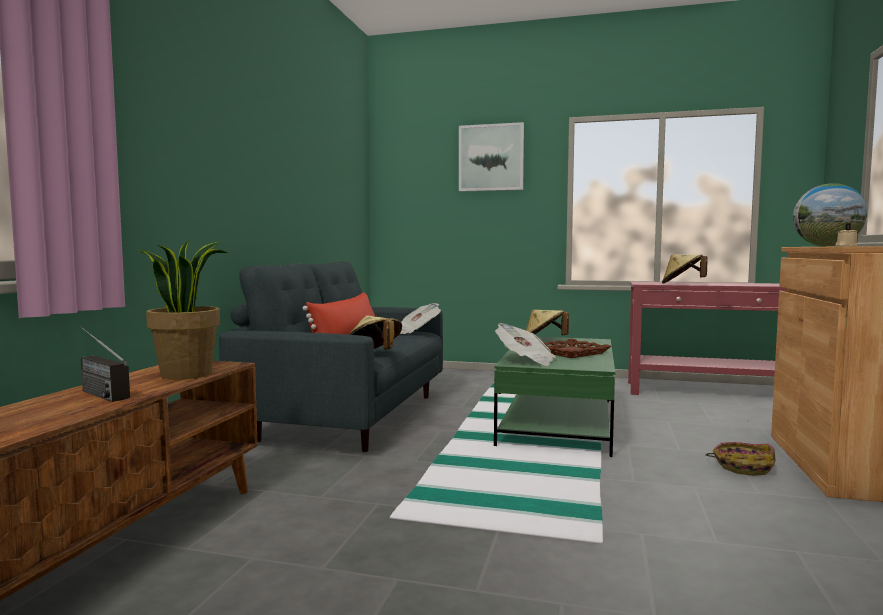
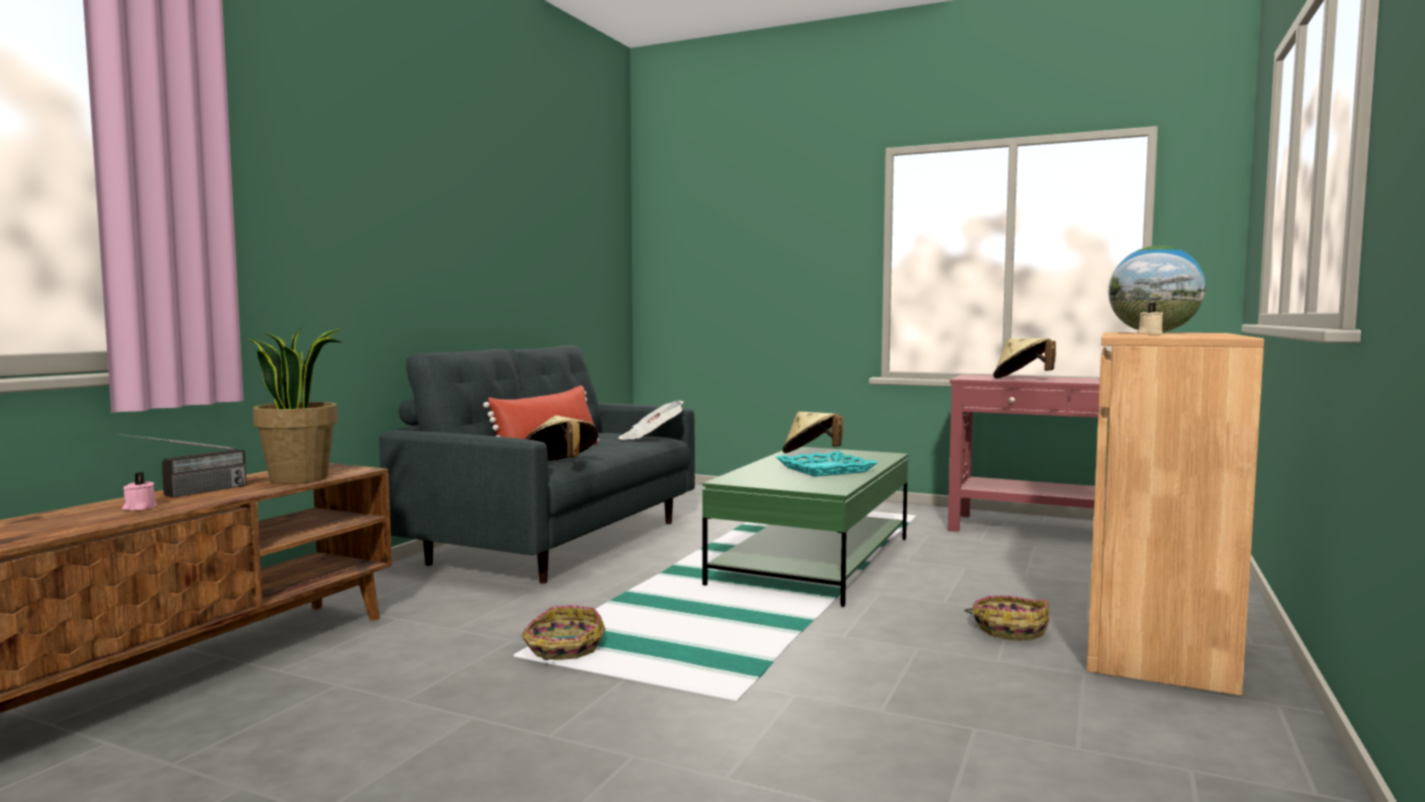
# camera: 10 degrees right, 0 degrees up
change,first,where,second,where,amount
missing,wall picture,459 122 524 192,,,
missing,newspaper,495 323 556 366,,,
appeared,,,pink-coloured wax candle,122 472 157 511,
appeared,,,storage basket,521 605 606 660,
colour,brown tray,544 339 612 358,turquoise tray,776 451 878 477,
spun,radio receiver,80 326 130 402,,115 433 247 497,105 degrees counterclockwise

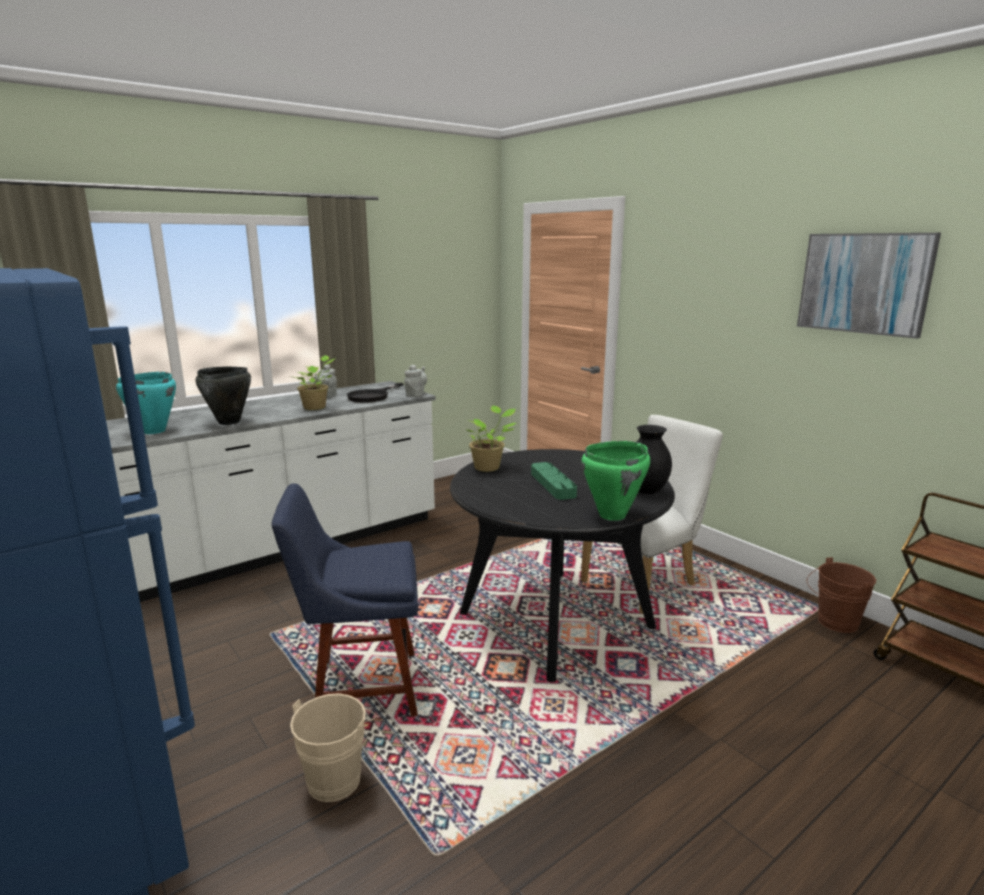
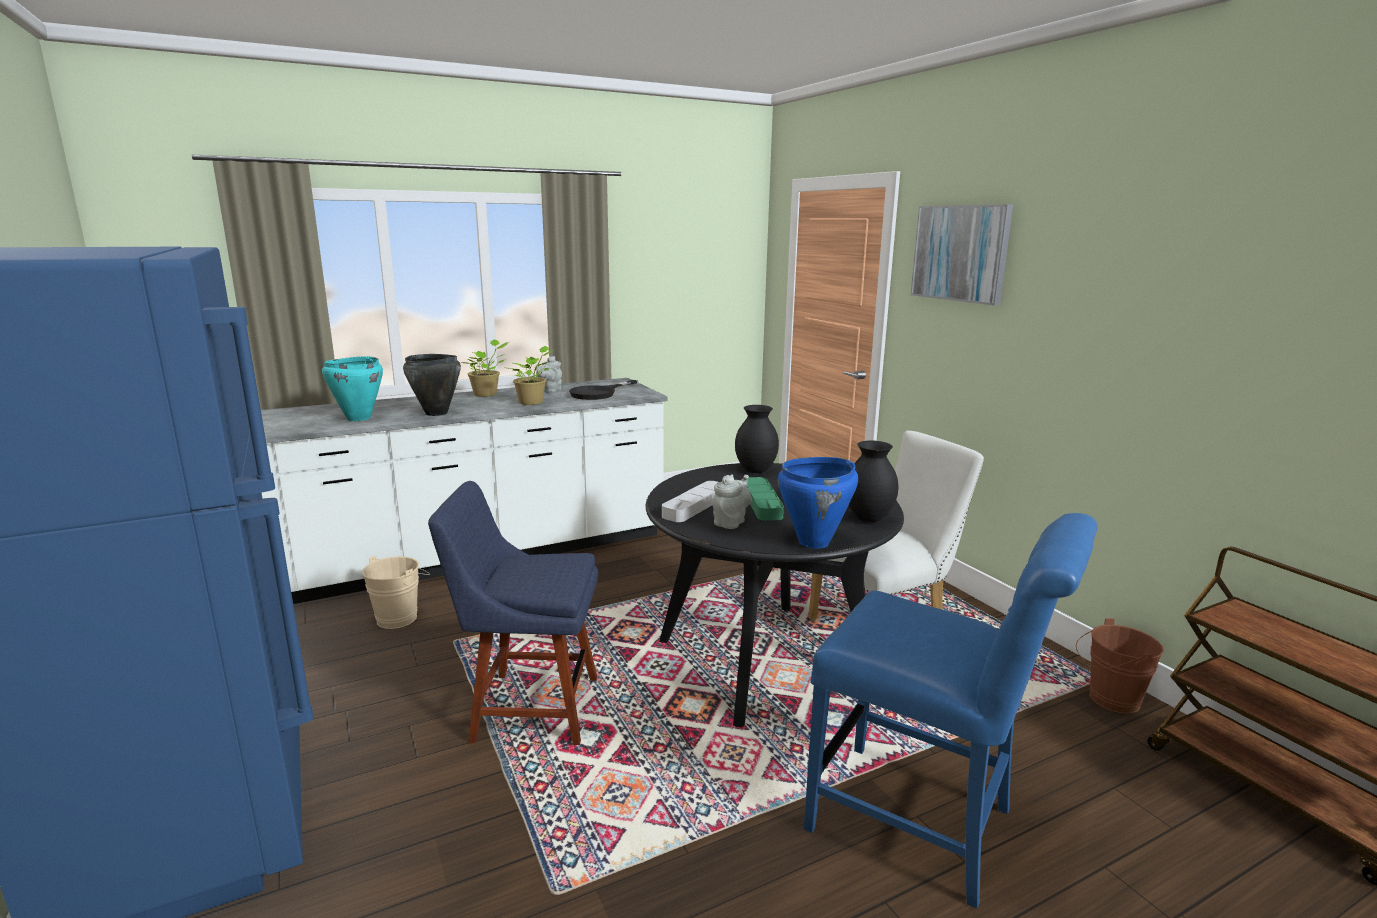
# camera: 10 degrees right, 0 degrees up
change,first,where,second,where,amount
appeared,,,gray tray,662 481 719 522,
appeared,,,black-coloured flower vase,735 405 779 473,
appeared,,,bluish chair,804 513 1097 909,
relocated,beige-coloured water bucket,290 693 376 802,,362 555 430 629,
relocated,gray pot for tea,404 365 427 397,,712 474 751 529,
relocated,potted plant,467 405 517 472,,461 340 509 397,
relocated,wall picture,797 233 941 339,,911 204 1013 306,
colour,green-coloured stockpot,581 441 650 521,bluish stockpot,778 457 858 549,

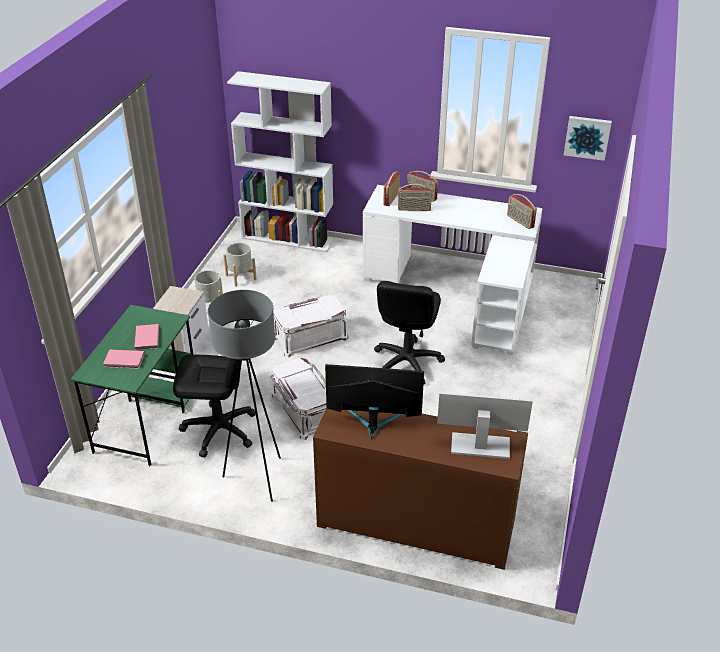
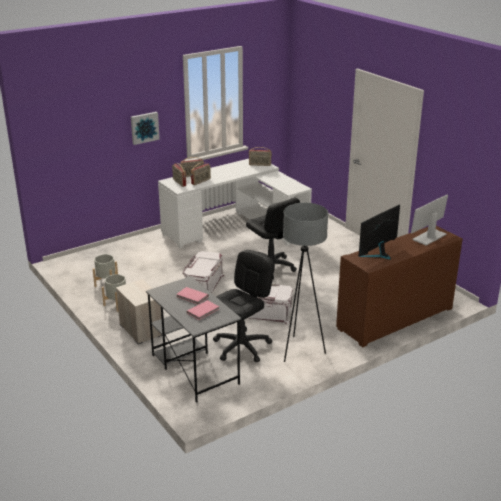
# camera: 50 degrees left, 10 degrees down
change,first,where,second,where,amount
missing,white-coloured bookcase,227 71 334 252,,,
relocated,wall picture,564 116 612 161,,131 112 160 145,
colour,green-coloured desk table,71 305 193 466,gray desk table,146 276 241 402,

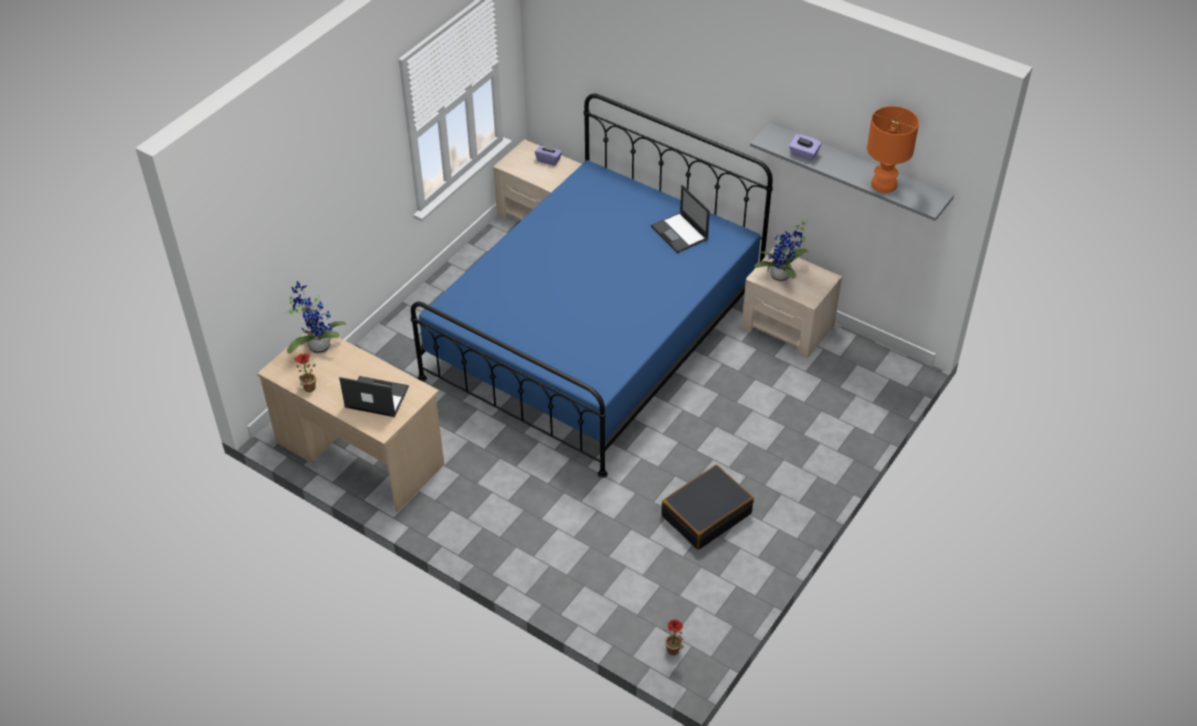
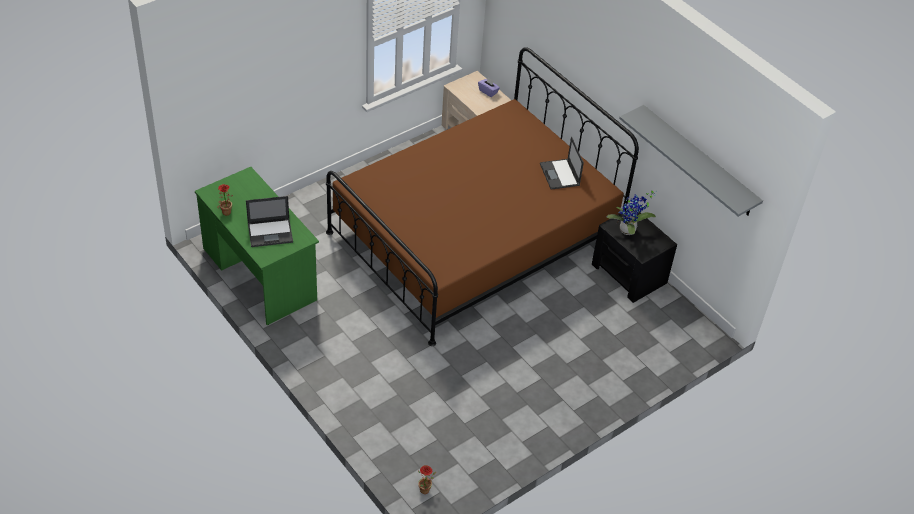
# camera: 15 degrees right, 0 degrees up
change,first,where,second,where,amount
missing,potted plant,285 281 346 354,,,
missing,black-coloured piece of luggage,661 465 754 550,,,
missing,purplish box of tissues,789 134 821 161,,,
missing,orangey lamp for a table,867 106 919 193,,,
colour,beige-coloured desk table,257 328 444 513,green-coloured desk table,195 167 319 325,
colour,bluish bed,411 94 773 478,brown bed,326 47 639 346,
colour,beige-coloured nightstand,741 247 842 358,black-coloured nightstand,592 207 677 303,
spun,portable computer,339 376 409 417,,246 196 293 247,135 degrees clockwise

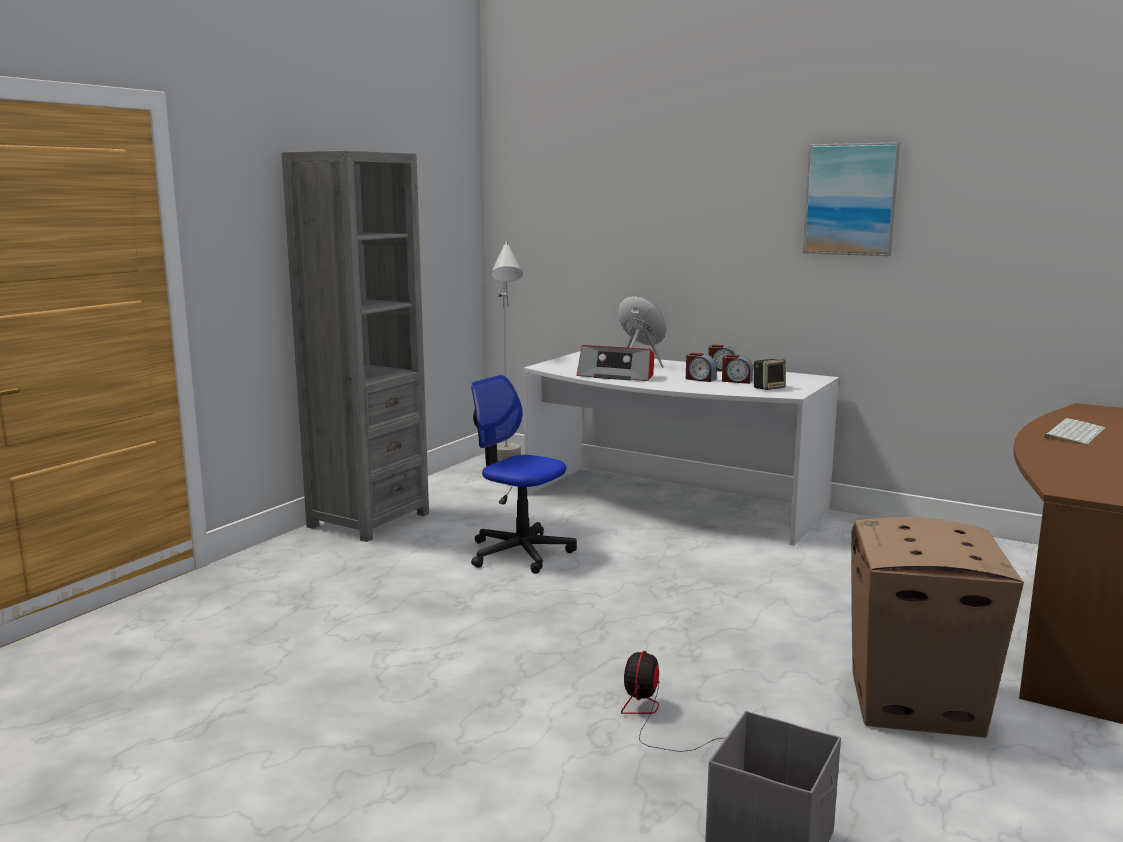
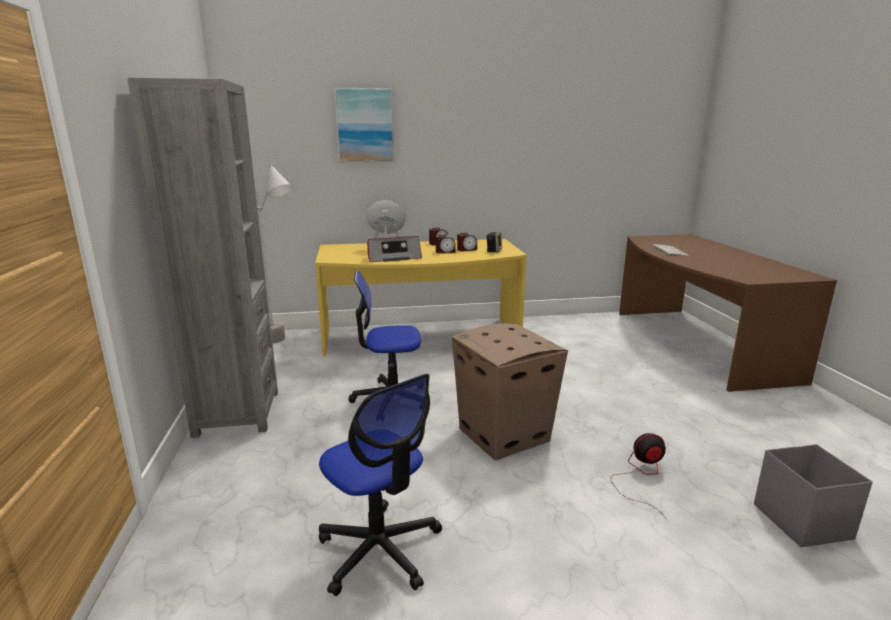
# camera: 40 degrees left, 5 degrees up
change,first,where,second,where,amount
appeared,,,office chair,319 374 442 596,
relocated,wall picture,803 142 900 256,,334 88 394 162,
relocated,cardboard box,851 517 1024 738,,452 323 568 460,
colour,white-coloured desk table,524 351 839 546,yellowish desk table,315 239 527 357,
spun,cooling fan,621 651 723 752,,611 433 667 520,105 degrees clockwise

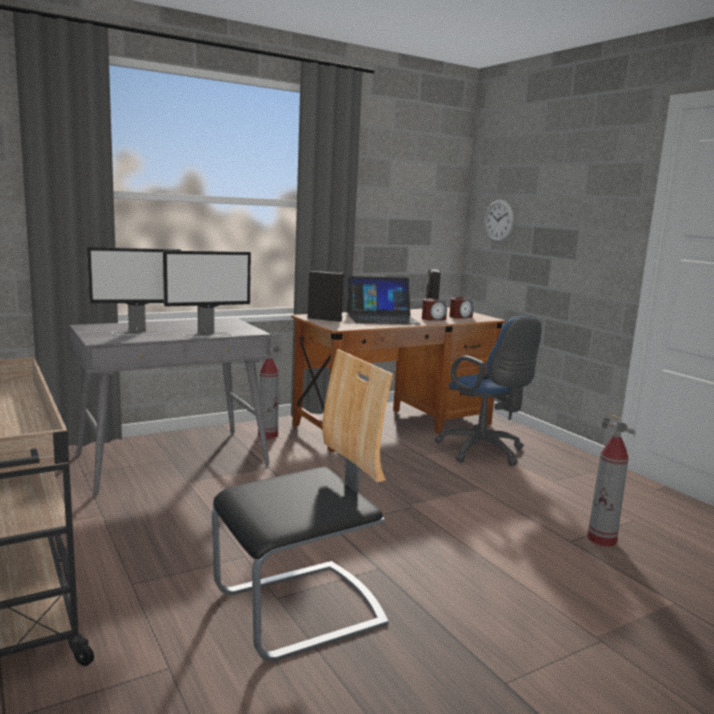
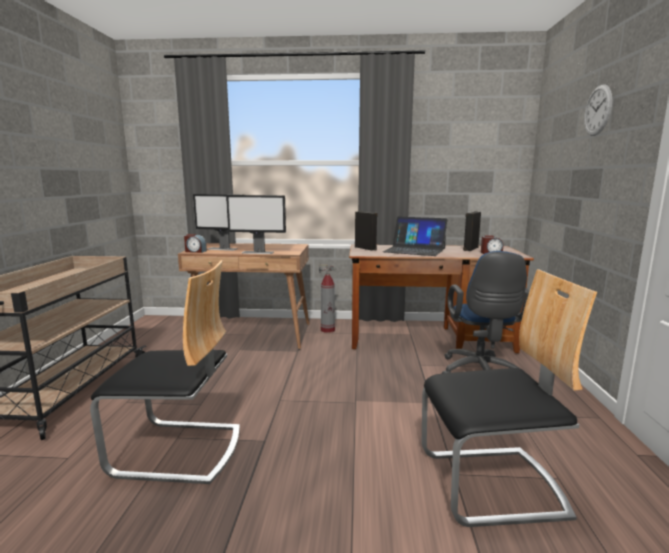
# camera: 35 degrees right, 0 degrees up
change,first,where,second,where,amount
relocated,table clock,422 299 447 320,,184 234 207 253,
relocated,clock on the wall,484 200 514 242,,584 84 612 136,
exchanged,extinguisher,587 413 636 547,chair,422 269 597 527,
colour,gray desk table,69 317 271 495,brown desk table,178 243 309 349,

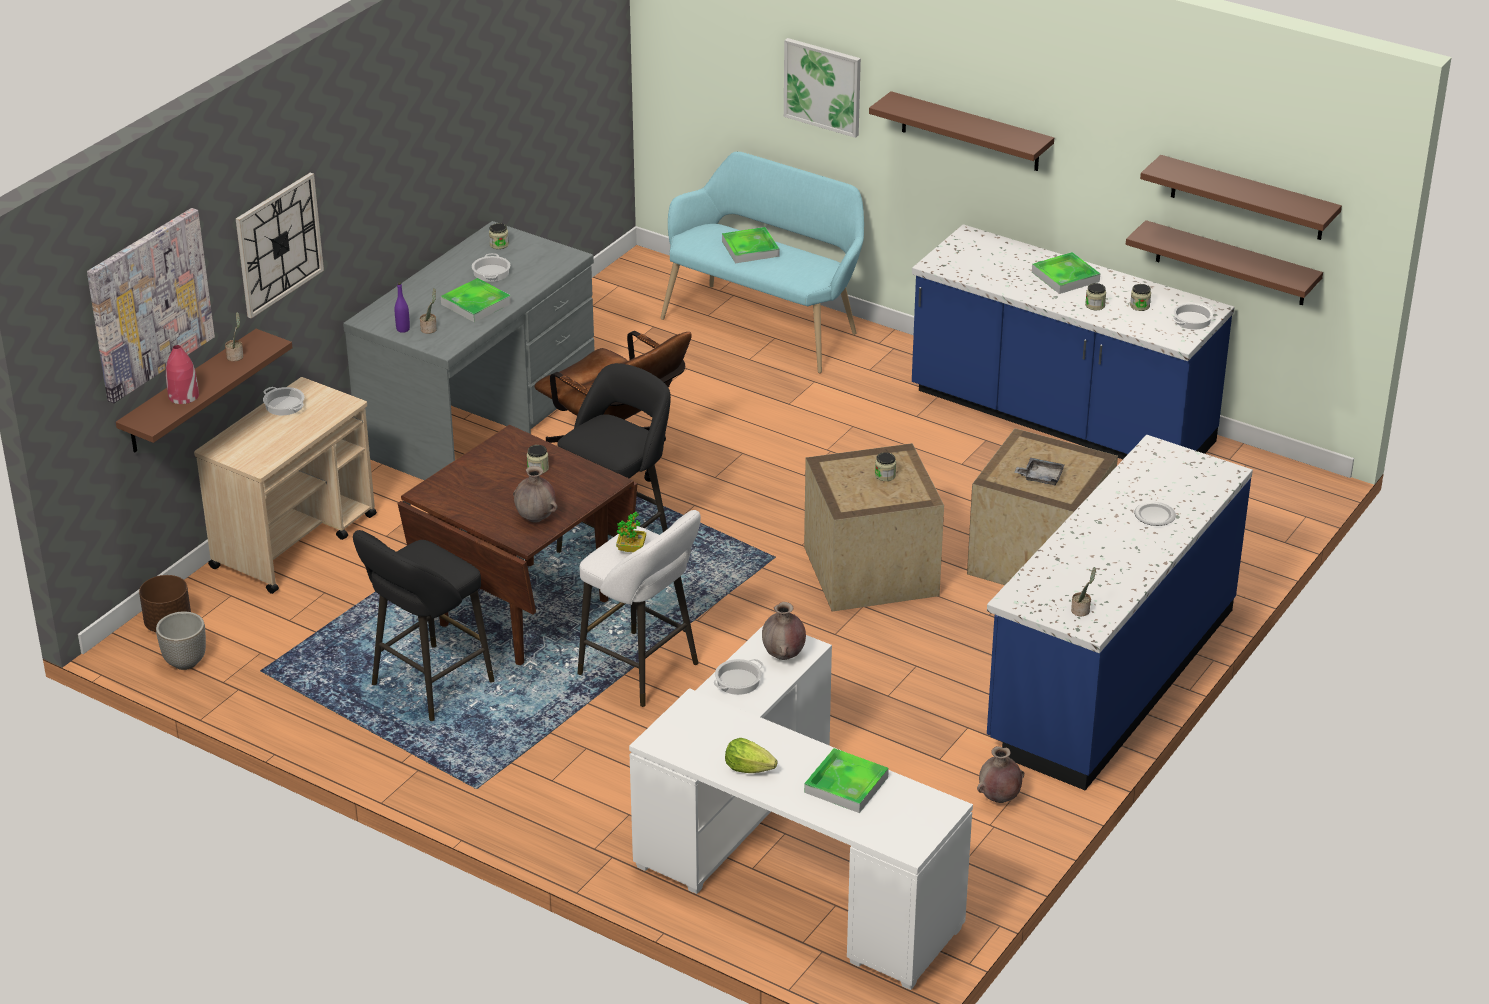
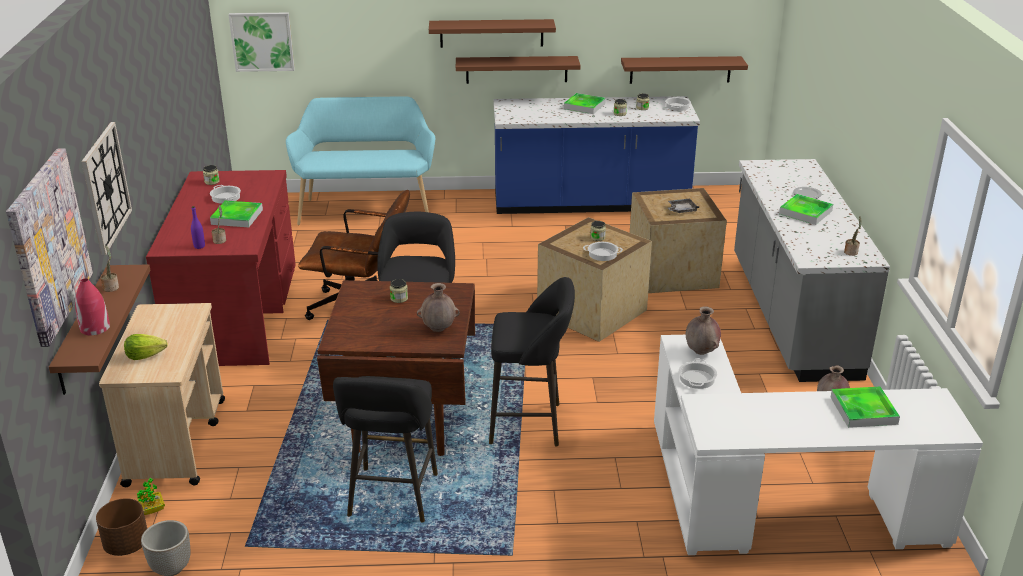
# camera: 35 degrees left, 5 degrees down
change,first,where,second,where,amount
relocated,stockpot,263 387 304 416,,583 242 623 261,
relocated,potted plant,616 512 646 552,,137 478 165 515,
relocated,tray,722 227 780 263,,779 194 833 225,
relocated,lettuce head,725 738 778 773,,124 334 168 360,
relocated,wall picture,784 38 861 138,,228 13 295 72,
relocated,brown bracket shelf,1140 155 1342 240,,456 56 580 84,
colour,gray desk table,343 221 595 480,red-coloured desk table,146 170 296 366,
colour,white-coloured stool seat,577 510 701 707,black-coloured stool seat,489 277 575 446,
colour,bluish counter,987 435 1253 790,gray counter,734 159 890 382,

